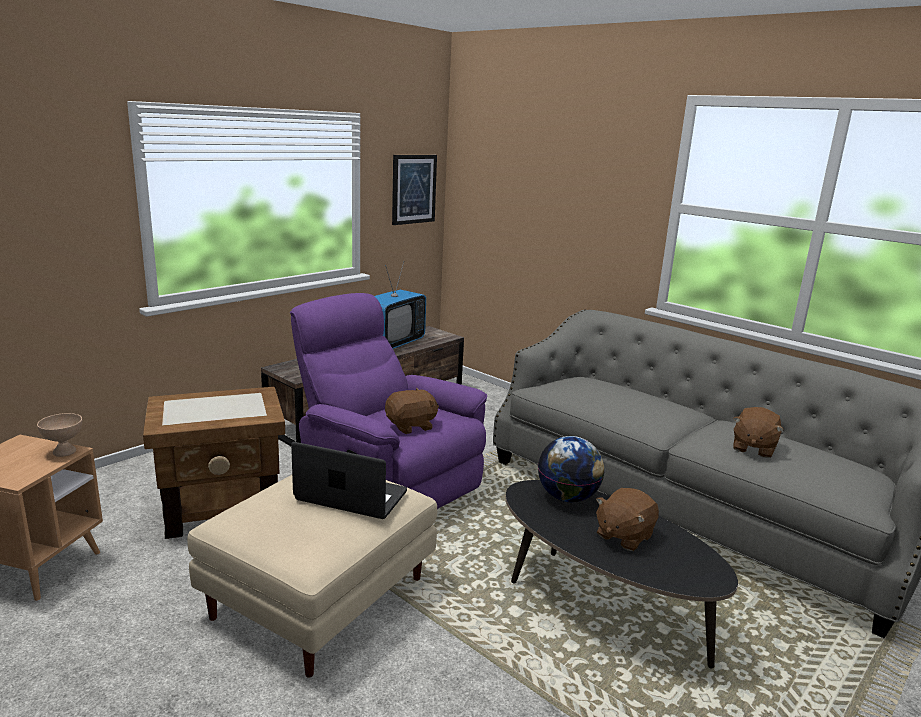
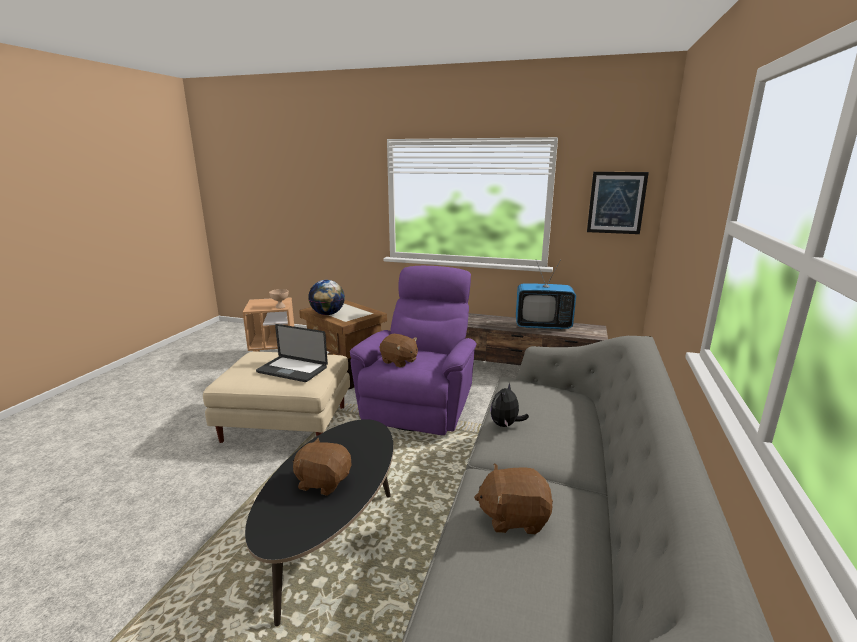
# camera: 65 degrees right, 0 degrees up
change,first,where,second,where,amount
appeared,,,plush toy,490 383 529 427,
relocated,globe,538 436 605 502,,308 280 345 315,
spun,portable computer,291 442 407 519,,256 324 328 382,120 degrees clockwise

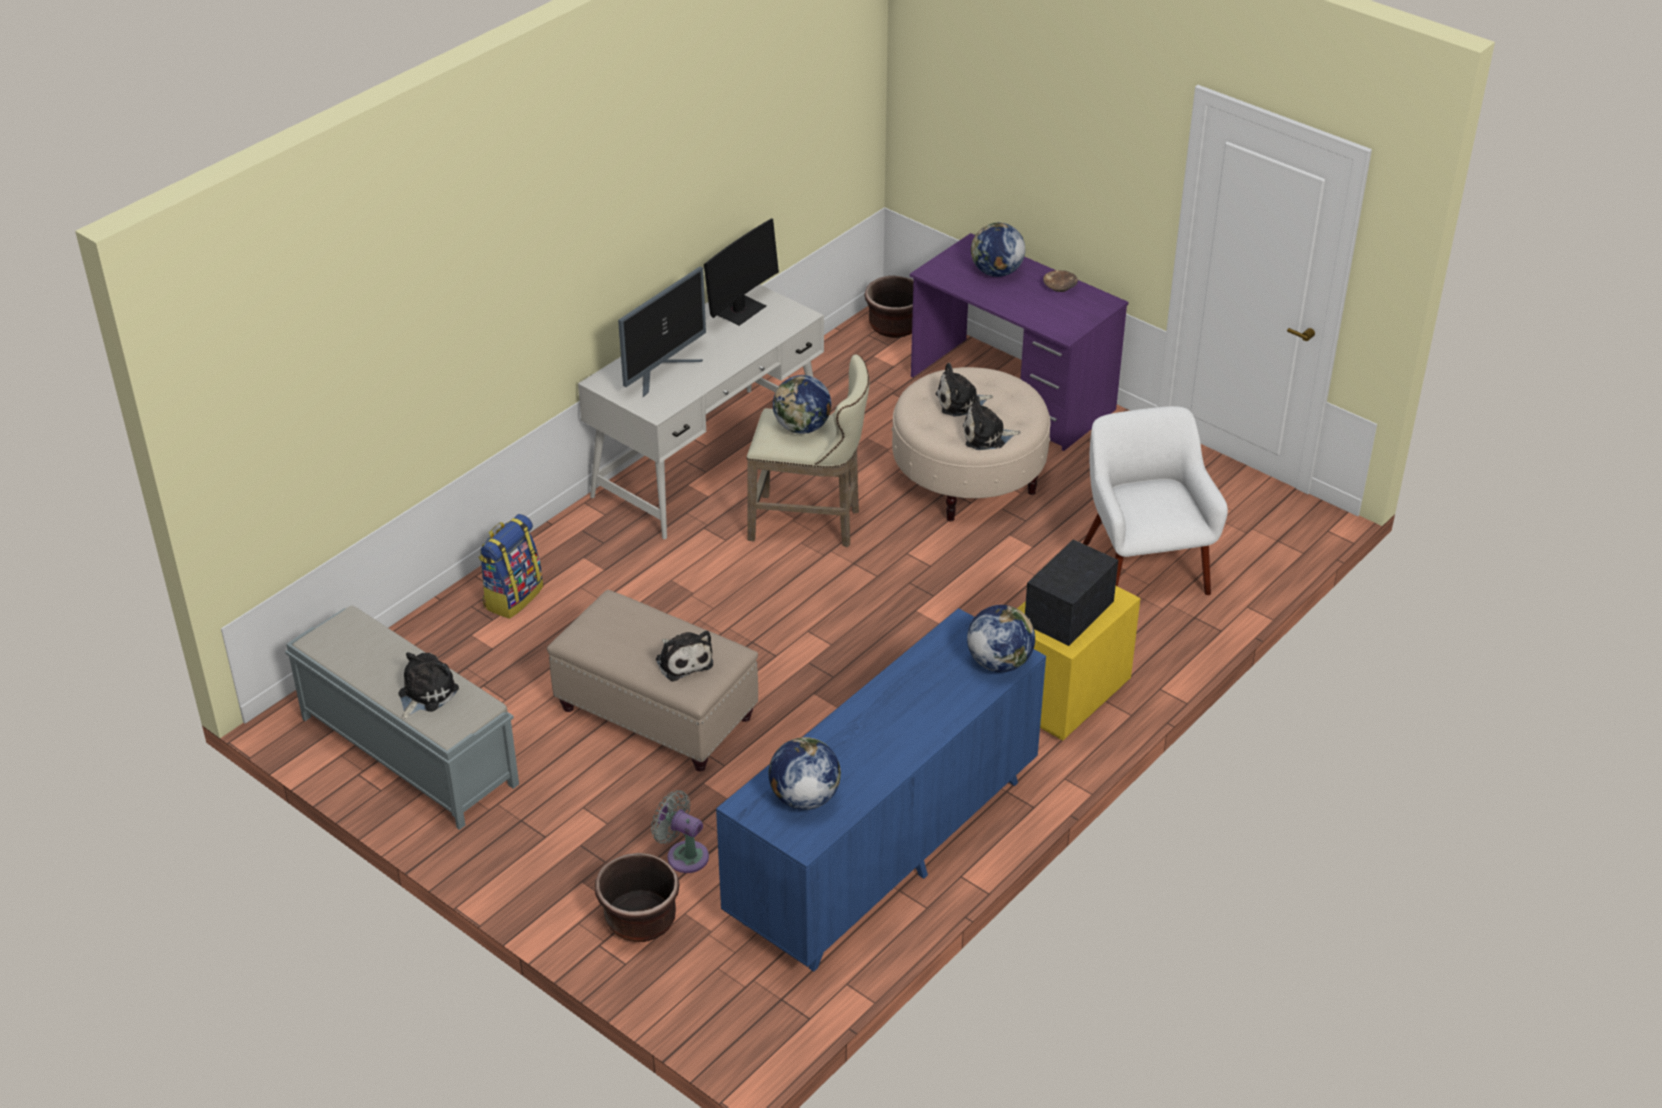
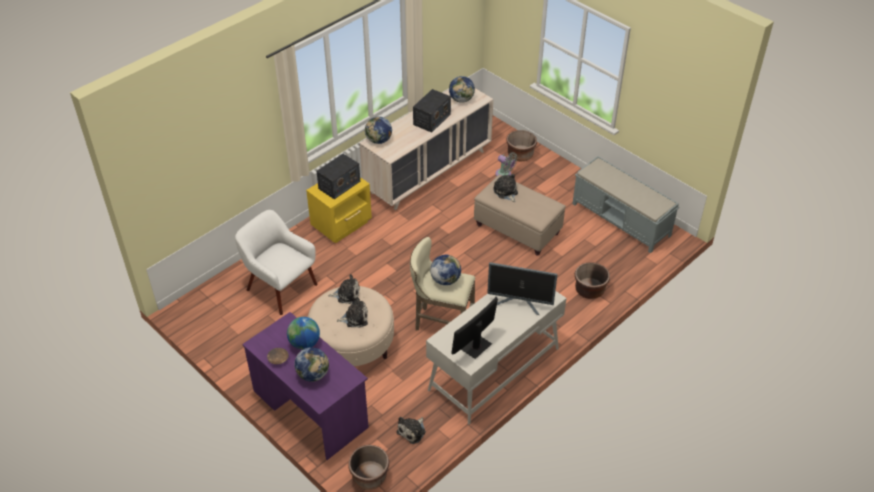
# camera: 175 degrees left, 5 degrees up
change,first,where,second,where,amount
appeared,,,globe,287 317 320 350,
appeared,,,radio receiver,413 89 451 133,
relocated,plush toy,399 652 459 720,,396 417 426 444,
exchanged,rucksack,478 514 543 619,brown flower pot,575 262 610 299,
colour,bluish drawer chest,716 608 1046 972,beige-coloured drawer chest,360 88 493 210,
spun,computer display,618 266 706 397,,487 262 558 315,120 degrees counterclockwise
spun,white-coloured lounge chair,1083 406 1228 595,,235 210 317 315,135 degrees clockwise

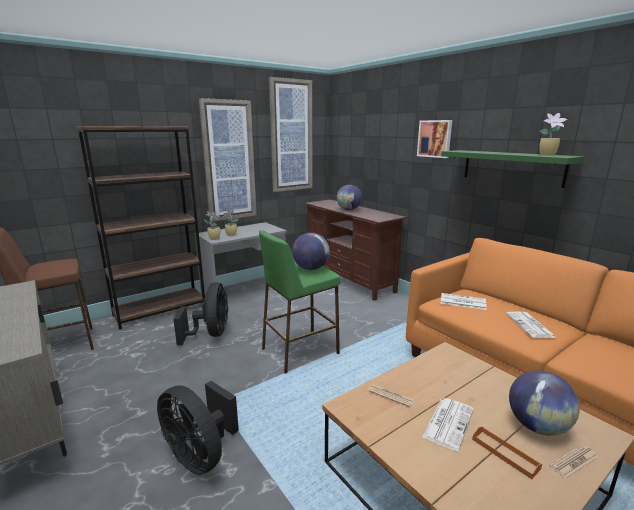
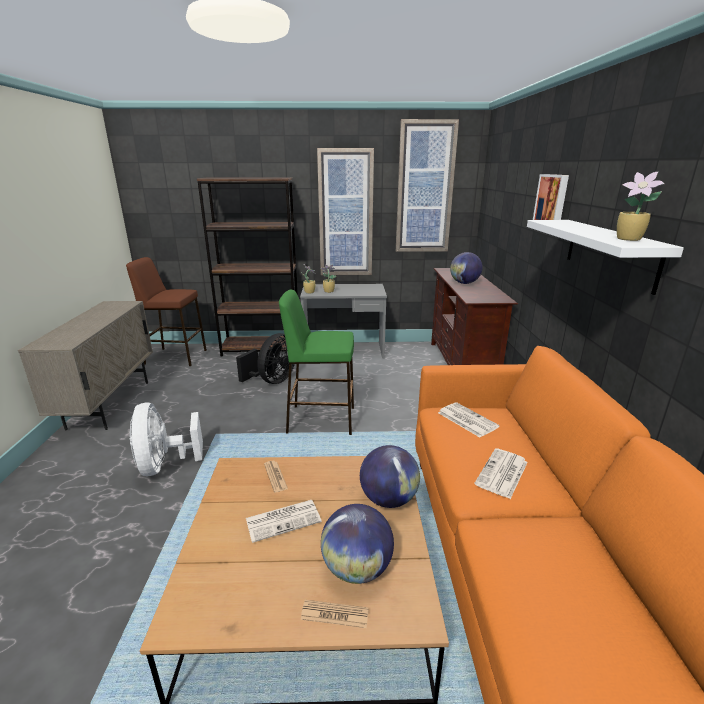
# camera: 35 degrees right, 5 degrees up
change,first,where,second,where,amount
missing,orangey tray,472 427 542 479,,,
relocated,globe,292 233 330 270,,360 445 420 508,
colour,black-coloured cooling fan,157 381 239 475,white-coloured cooling fan,129 402 203 476,
colour,green-coloured bracket shelf,441 150 584 188,white-coloured bracket shelf,527 220 684 295,

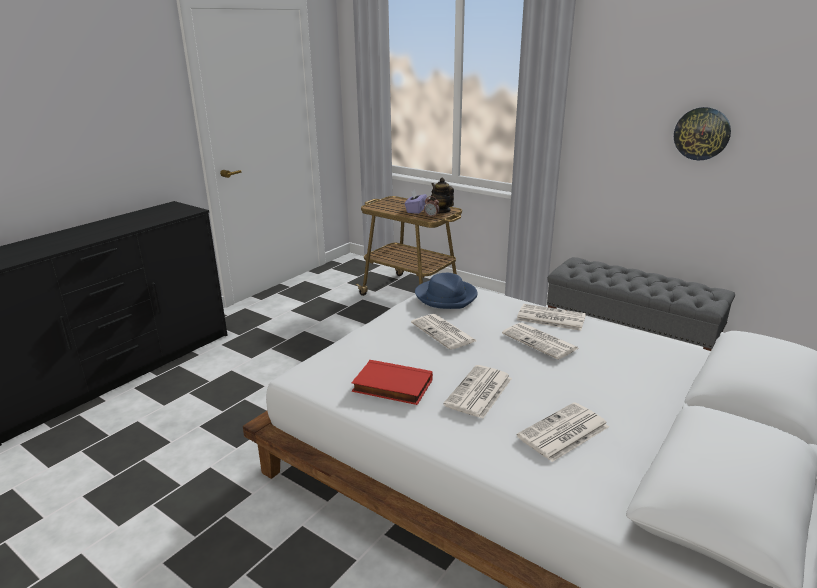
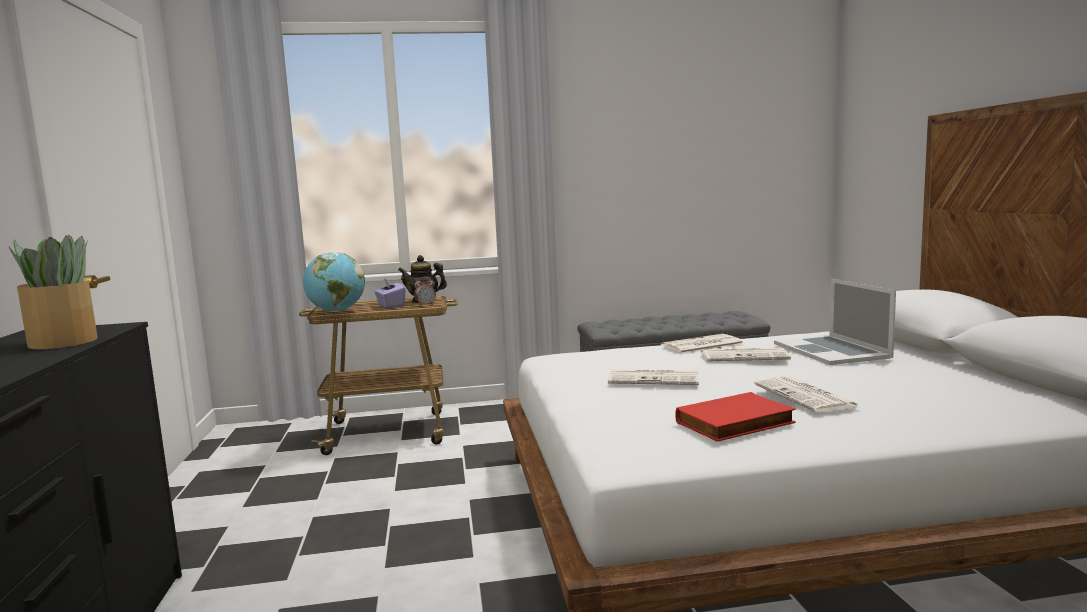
# camera: 45 degrees left, 15 degrees down
change,first,where,second,where,amount
missing,bluish wearable hat,415 273 478 309,,,
missing,newspaper,517 402 609 462,,,
missing,clock on the wall,674 107 731 160,,,
appeared,,,potted plant,9 235 98 349,
appeared,,,globe,303 252 365 312,
appeared,,,portable computer,774 278 896 365,

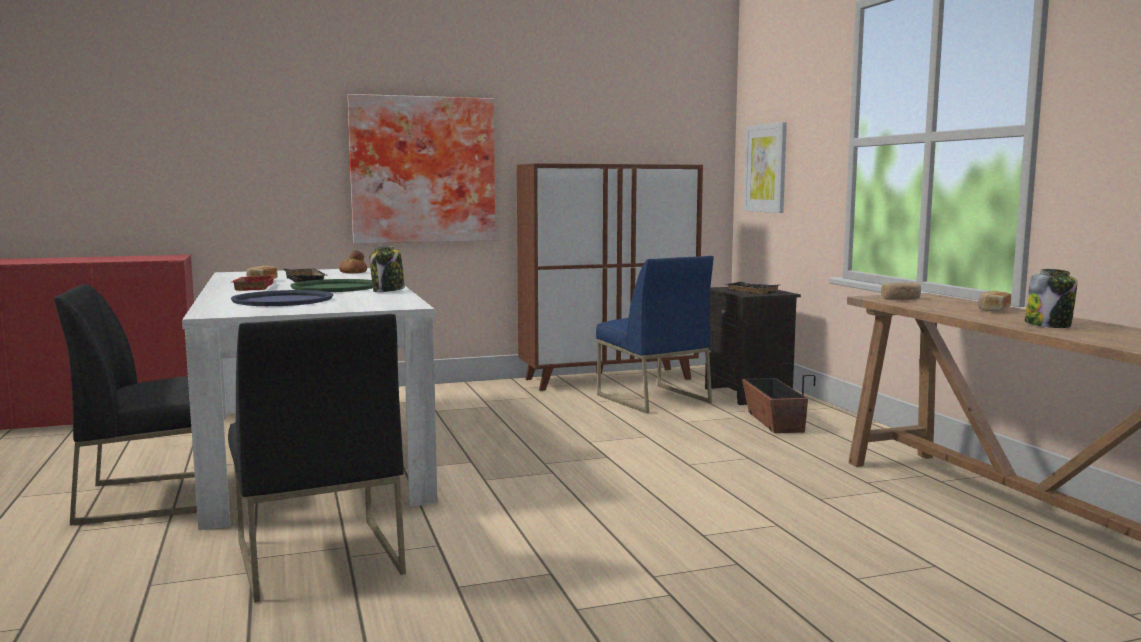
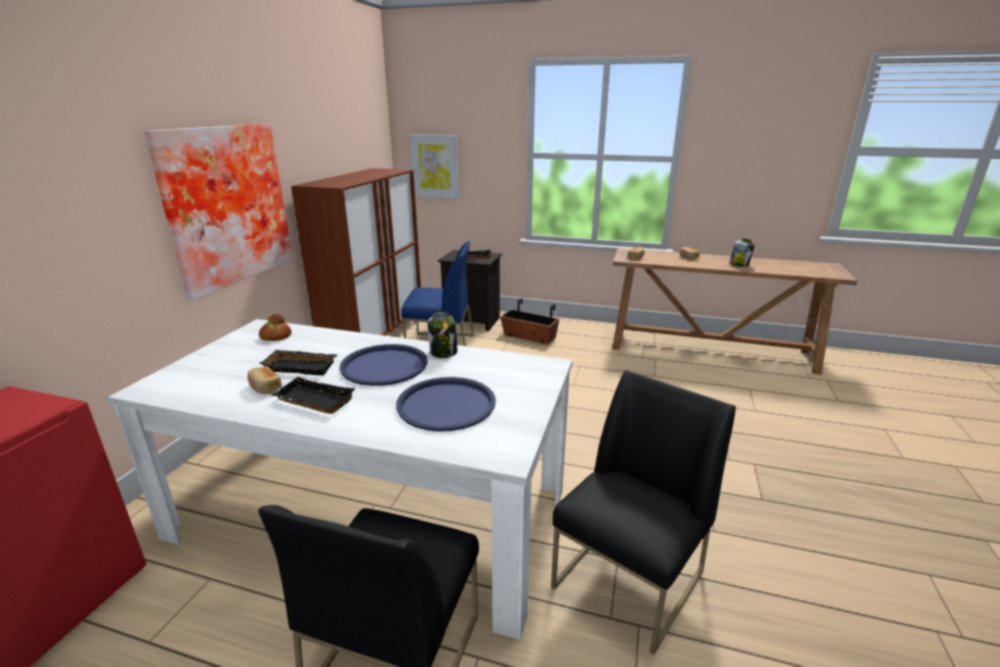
# camera: 55 degrees left, 15 degrees up
change,first,where,second,where,amount
colour,red-coloured tray,232 275 275 291,black-coloured tray,271 377 356 414,
colour,green-coloured tray,290 279 373 292,bluish tray,339 344 428 386,
spun,black-coloured chair,228 314 406 603,,551 370 736 655,60 degrees counterclockwise

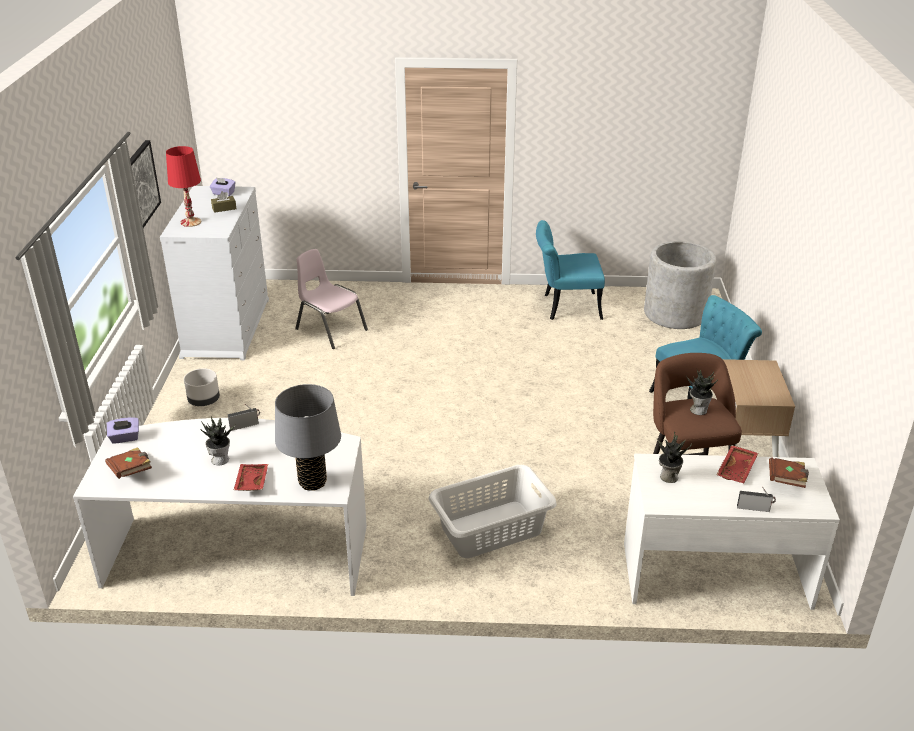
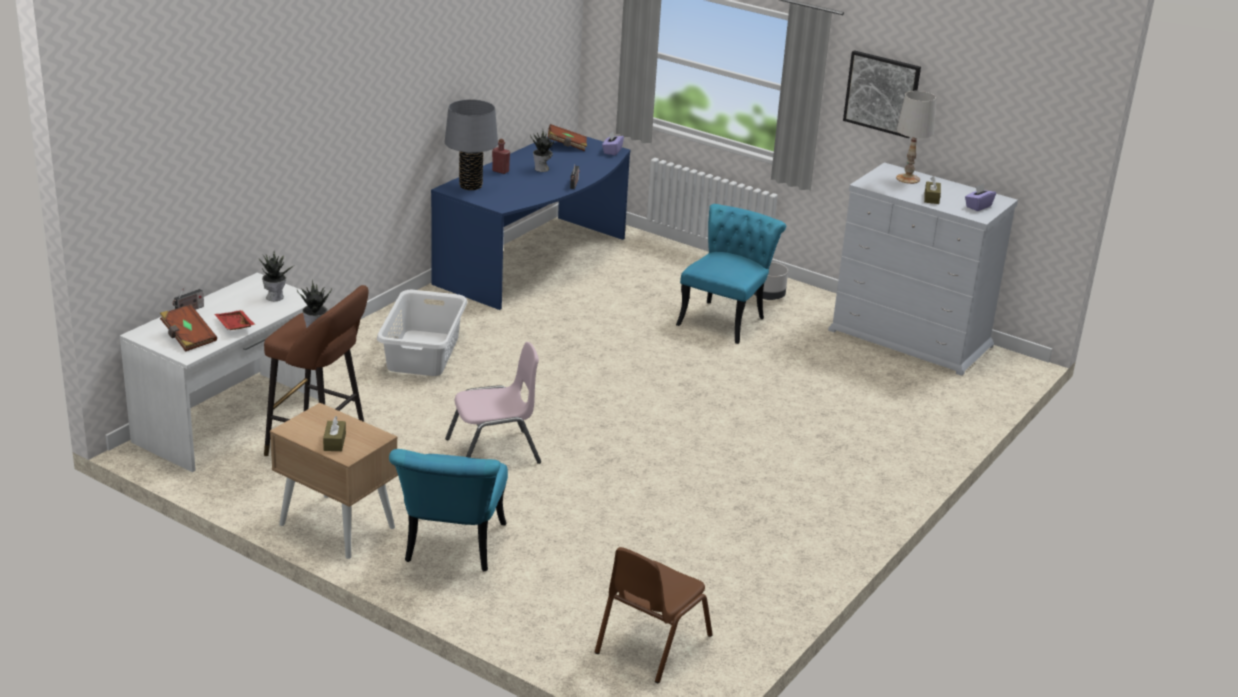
# camera: 120 degrees right, 5 degrees down
change,first,where,second,where,amount
appeared,,,brown box of tissues,323 416 346 451,
relocated,pink-coloured chair,295 249 368 349,,445 342 541 464,
relocated,turquoise chair,536 220 605 320,,676 204 786 344,
exchanged,red-coloured tray,234 464 268 491,red-coloured bottle,492 139 510 174,
exchanged,gray flower pot,644 241 716 329,brown chair,595 547 713 683,
colour,white-coloured desk table,73 418 367 596,bluish desk table,431 137 630 310,
colour,red-coloured lamp for a table,166 146 201 227,white-coloured lamp for a table,896 91 936 184,

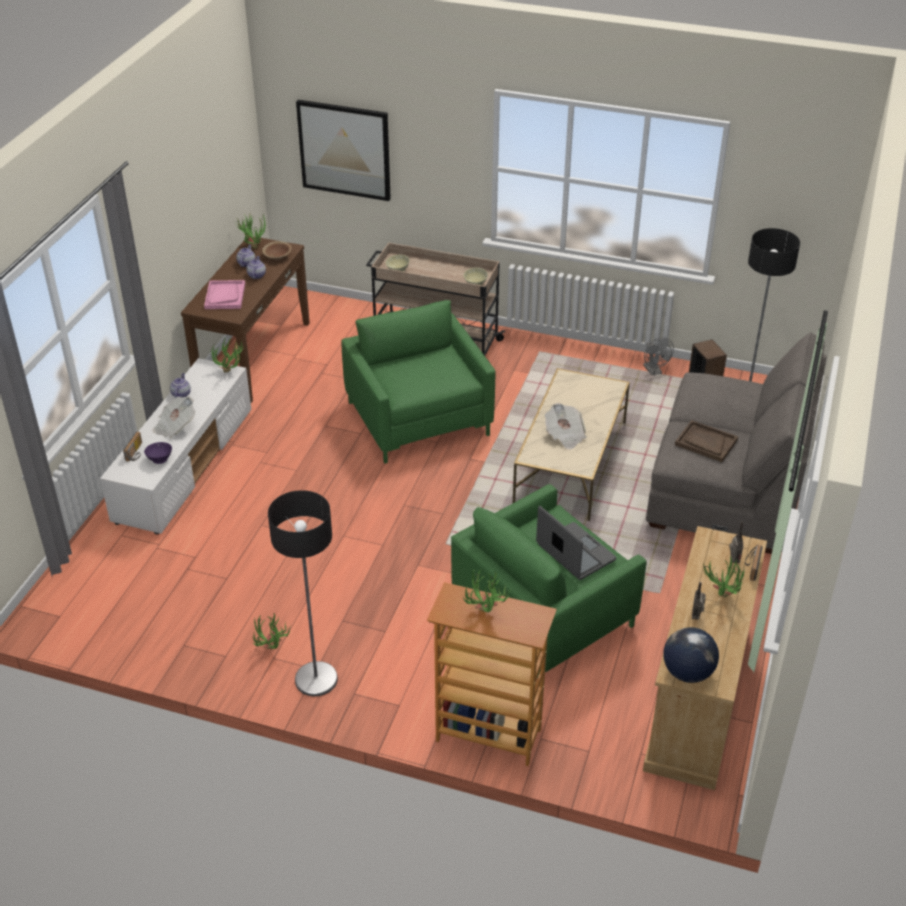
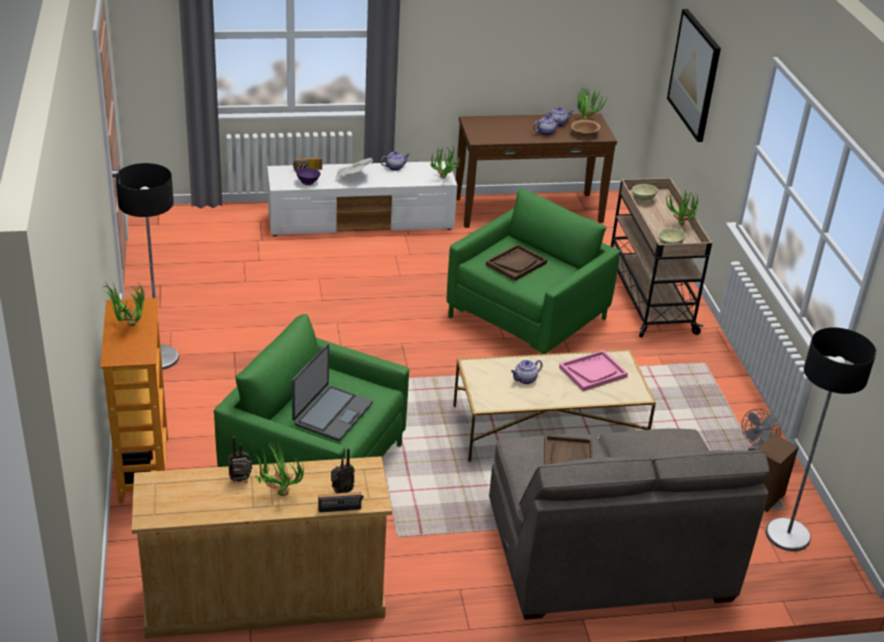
# camera: 60 degrees right, 5 degrees down
change,first,where,second,where,amount
missing,globe,663 627 719 683,,,
appeared,,,brown tray,486 244 547 281,
relocated,pink-coloured tray,204 280 245 309,,559 350 628 391,
relocated,potted plant,253 614 291 649,,666 190 698 225,
exchanged,newspaper,545 403 587 450,pot for tea,511 360 543 384,

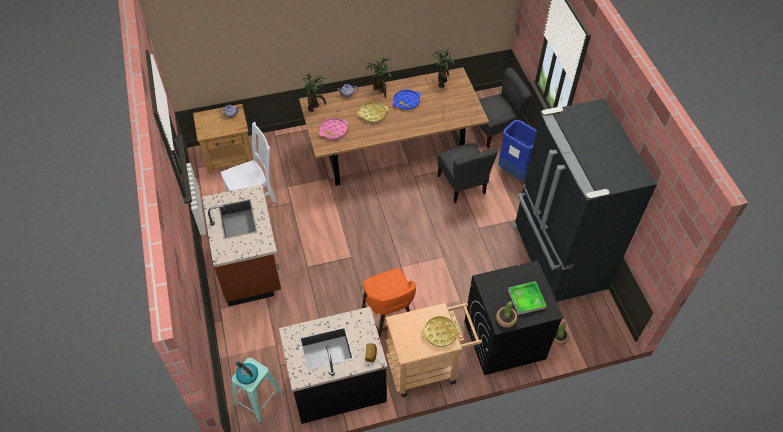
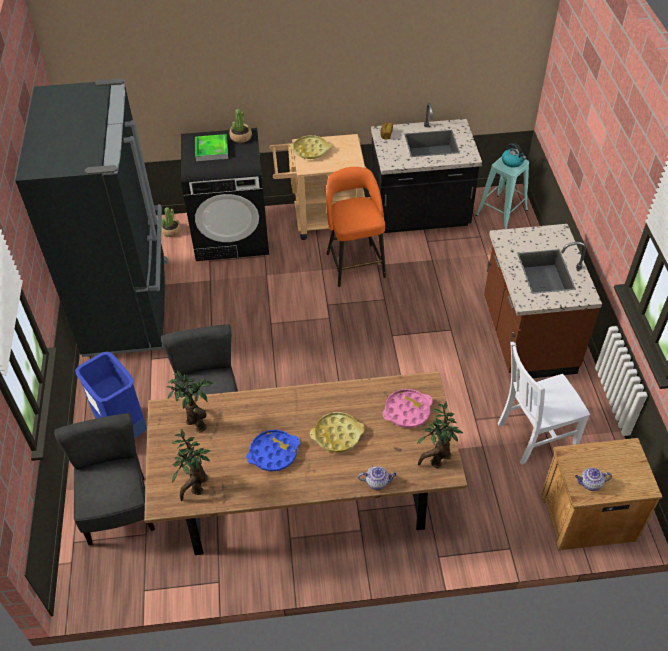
# camera: 170 degrees left, 5 degrees down
change,first,where,second,where,amount
relocated,potted plant,366 58 392 98,,166 370 213 433,
spun,gray chair,479 67 532 148,,54 413 155 545,90 degrees clockwise

